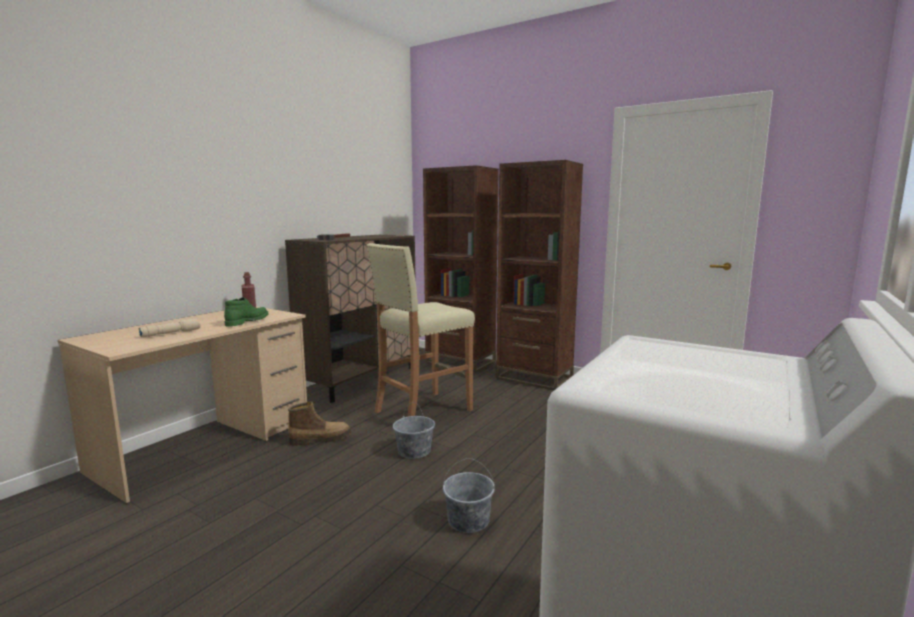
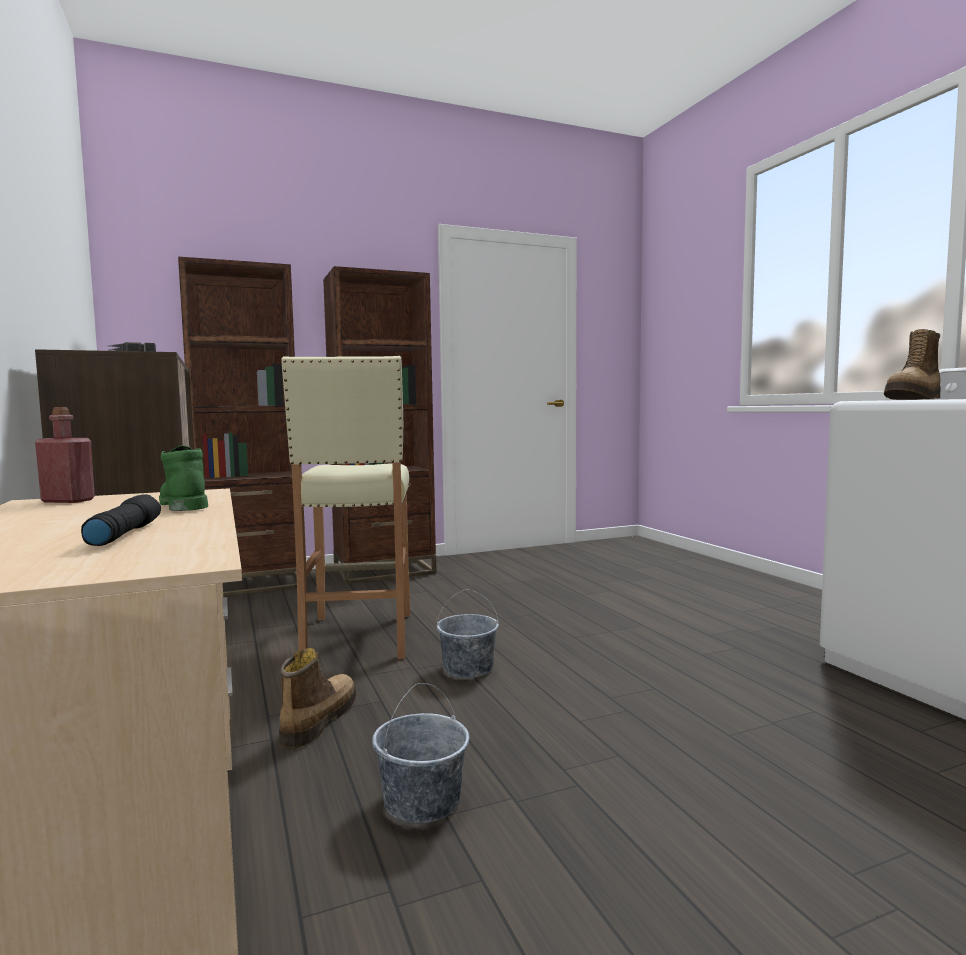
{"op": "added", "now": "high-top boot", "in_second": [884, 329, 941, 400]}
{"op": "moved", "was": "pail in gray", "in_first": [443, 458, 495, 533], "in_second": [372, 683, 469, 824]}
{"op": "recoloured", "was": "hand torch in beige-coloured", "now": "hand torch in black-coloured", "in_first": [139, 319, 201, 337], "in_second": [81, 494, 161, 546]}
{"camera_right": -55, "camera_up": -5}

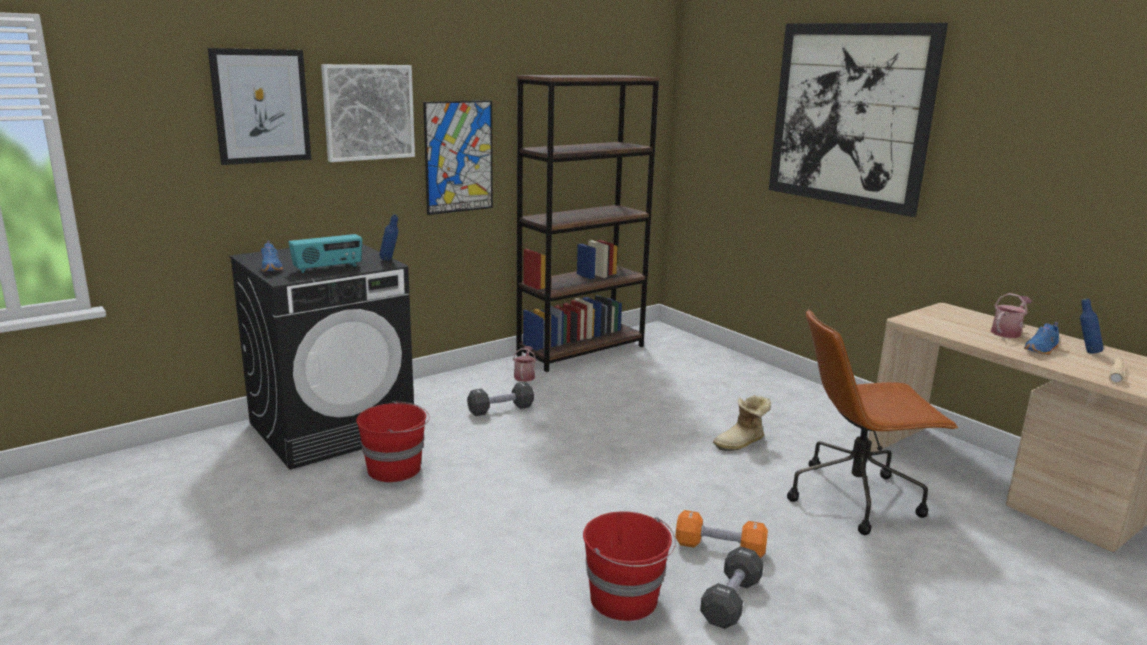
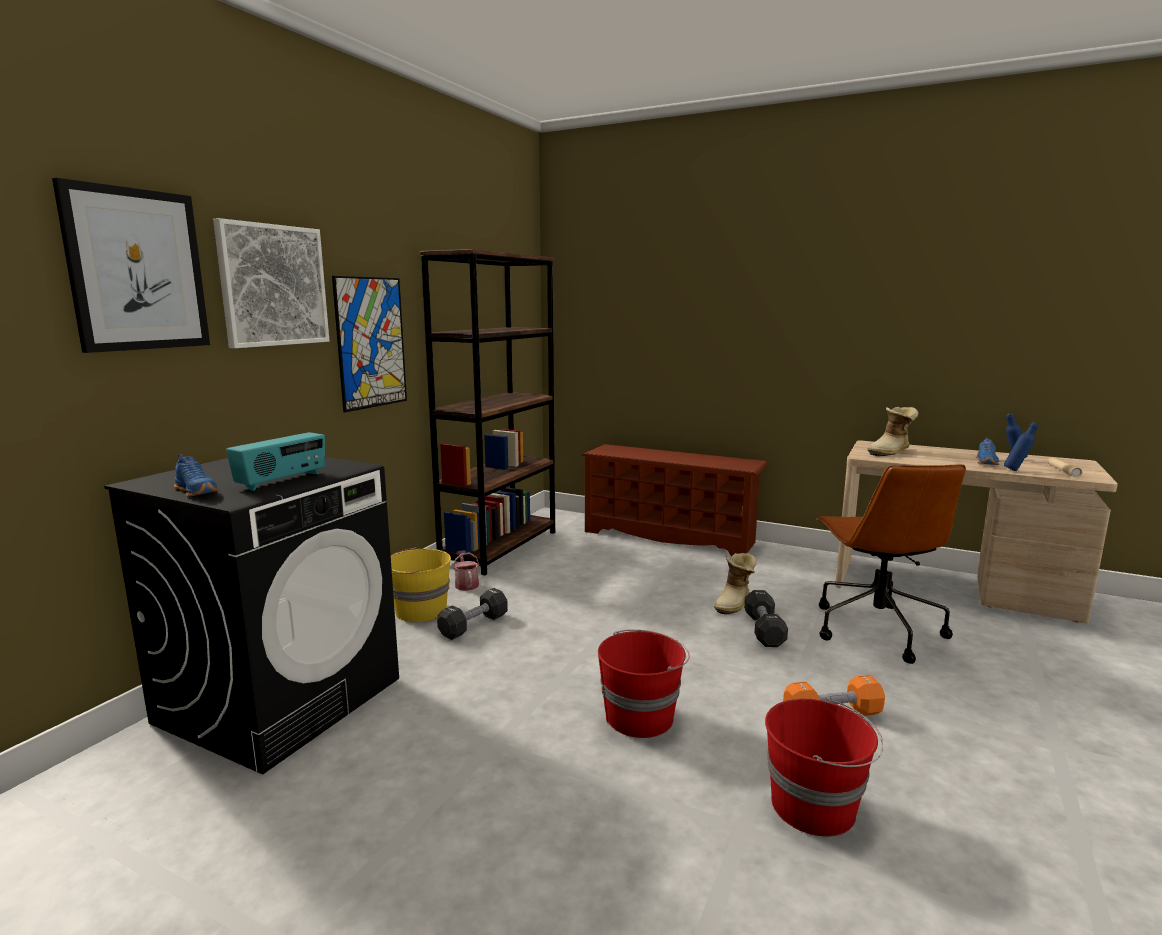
{"op": "removed", "was": "wall picture", "in_first": [769, 23, 948, 217]}
{"op": "removed", "was": "watering pot", "in_first": [991, 293, 1032, 338]}
{"op": "added", "now": "pail in yellowish", "in_second": [391, 547, 451, 622]}
{"op": "added", "now": "shoe stand in brownish", "in_second": [581, 444, 768, 556]}
{"op": "added", "now": "high-top boot", "in_second": [868, 407, 919, 456]}
{"op": "moved", "was": "pail in reddish", "in_first": [356, 401, 429, 482], "in_second": [598, 629, 690, 738]}
{"op": "moved", "was": "bottle in blue-coloured", "in_first": [379, 214, 398, 261], "in_second": [1004, 422, 1039, 471]}
{"op": "moved", "was": "hand weight in black-coloured", "in_first": [700, 546, 764, 629], "in_second": [744, 590, 788, 647]}
{"op": "turned", "was": "computer chair in brownish", "in_first": [787, 309, 959, 535], "in_second": [816, 464, 966, 664], "clockwise": -60}
{"camera_right": -25, "camera_up": -5}

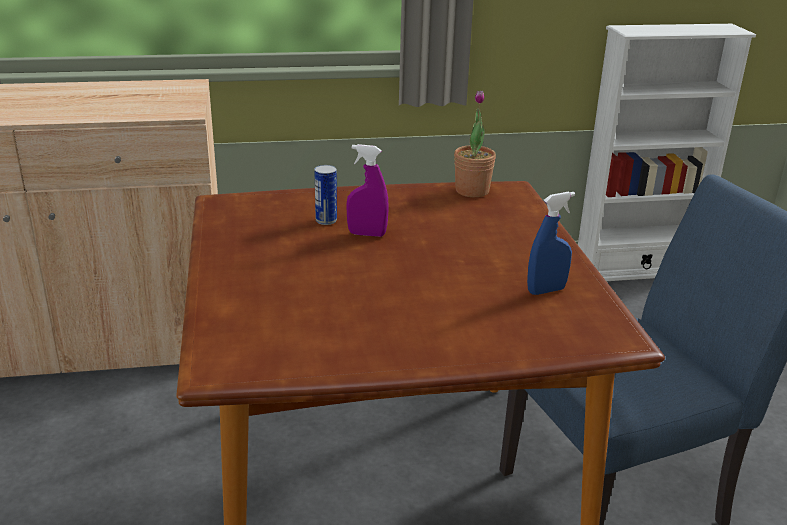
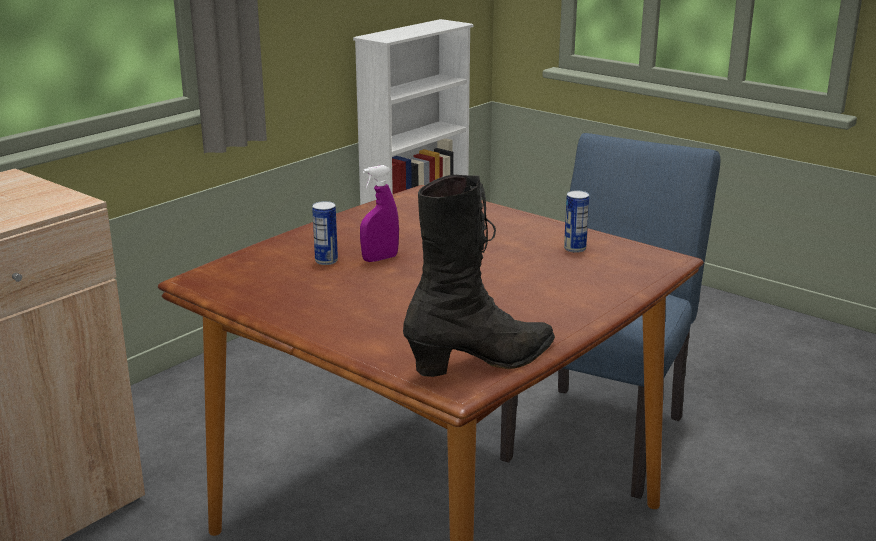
{"op": "removed", "was": "houseplant", "in_first": [454, 90, 496, 197]}
{"op": "added", "now": "high-top boot in black-coloured", "in_second": [403, 175, 555, 377]}
{"op": "replaced", "was": "sprayer in blue-coloured", "now": "sealed can", "in_first": [527, 192, 575, 295], "in_second": [564, 191, 589, 253]}
{"camera_right": -40, "camera_up": -5}

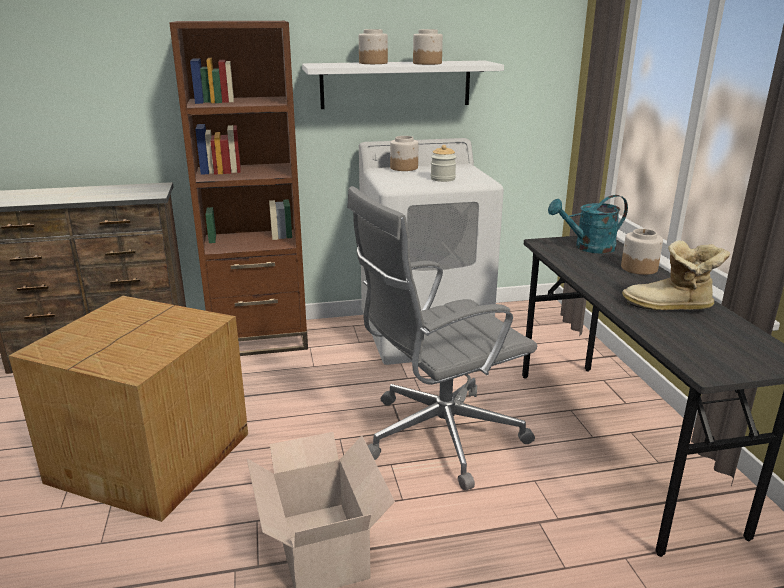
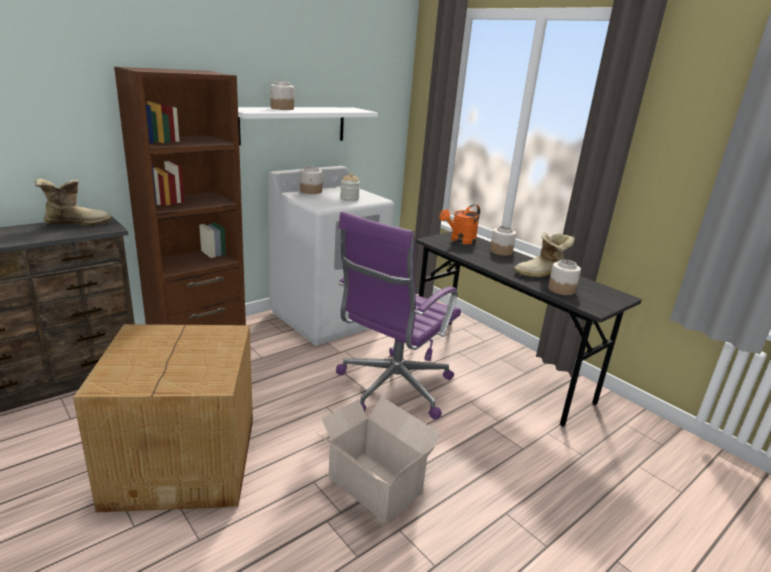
{"op": "added", "now": "high-top boot", "in_second": [34, 179, 112, 226]}
{"op": "moved", "was": "preserve jar", "in_first": [413, 29, 443, 65], "in_second": [548, 260, 581, 295]}
{"op": "recoloured", "was": "computer chair in gray", "now": "computer chair in purple", "in_first": [347, 186, 537, 491], "in_second": [336, 211, 461, 419]}
{"op": "recoloured", "was": "watering pot in turquoise", "now": "watering pot in orange-coloured", "in_first": [548, 195, 628, 254], "in_second": [440, 204, 480, 244]}
{"camera_right": -30, "camera_up": 0}

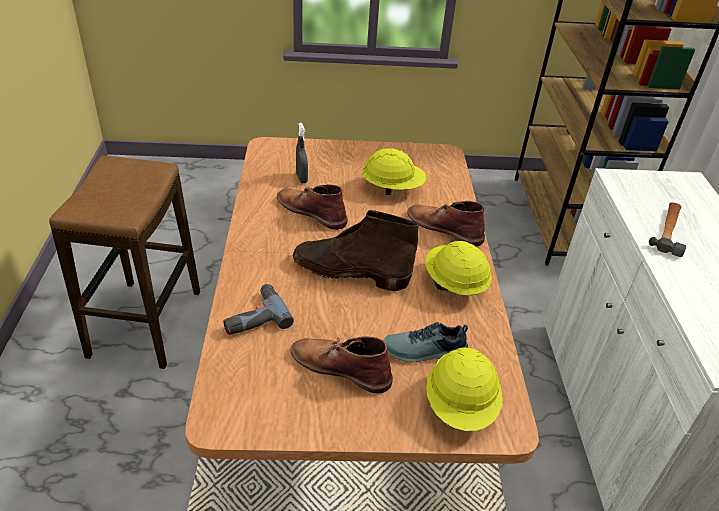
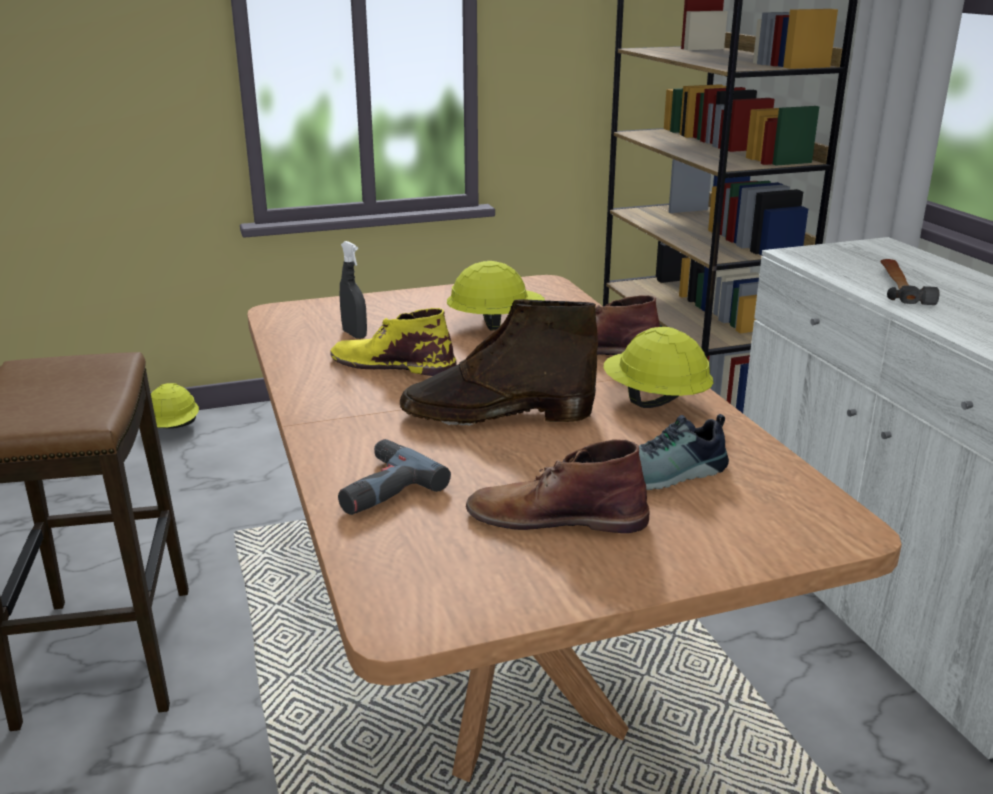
{"op": "moved", "was": "hard hat in yellowish", "in_first": [426, 348, 503, 431], "in_second": [151, 383, 199, 428]}
{"op": "recoloured", "was": "high-top boot in brownish", "now": "high-top boot in yellowish", "in_first": [277, 184, 347, 230], "in_second": [330, 308, 457, 376]}
{"camera_right": -15, "camera_up": -15}

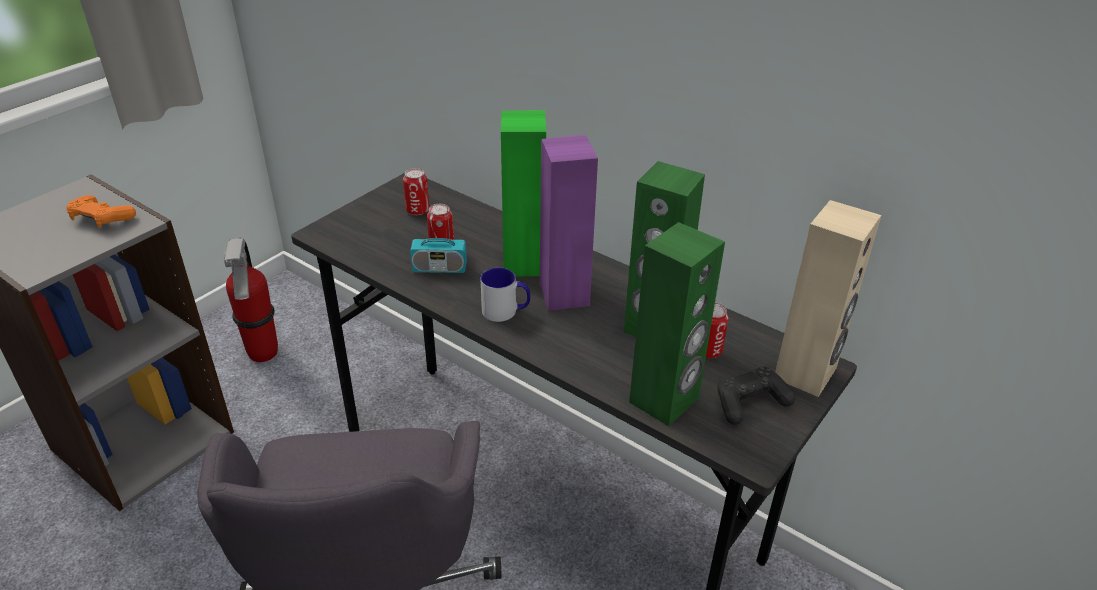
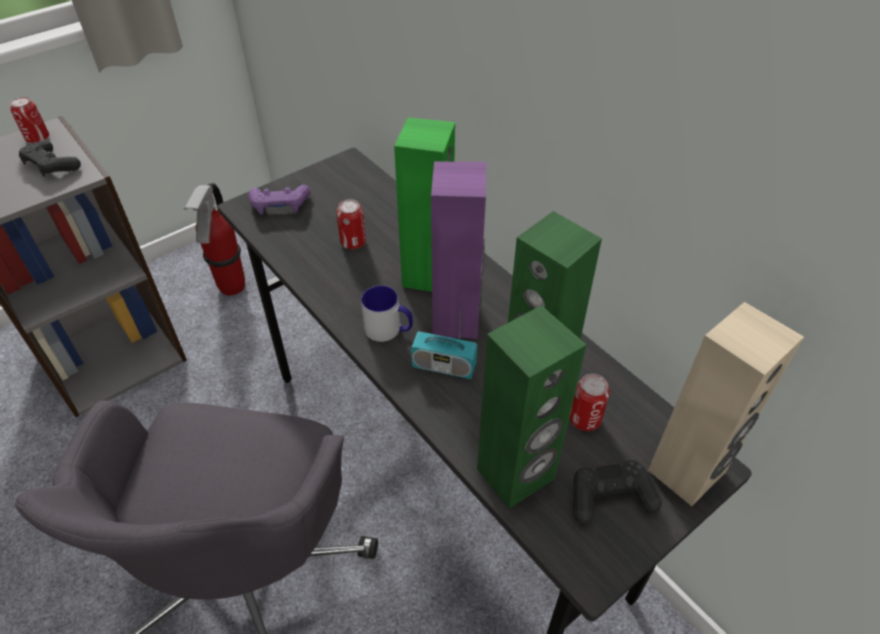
{"op": "added", "now": "joypad in purple", "in_second": [248, 185, 311, 215]}
{"op": "moved", "was": "sealed can", "in_first": [403, 168, 430, 215], "in_second": [10, 96, 49, 143]}
{"op": "moved", "was": "radio set", "in_first": [410, 205, 467, 273], "in_second": [411, 296, 477, 379]}
{"op": "recoloured", "was": "joypad in orange-coloured", "now": "joypad in black-coloured", "in_first": [66, 195, 136, 228], "in_second": [19, 140, 81, 177]}
{"camera_right": 15, "camera_up": 10}

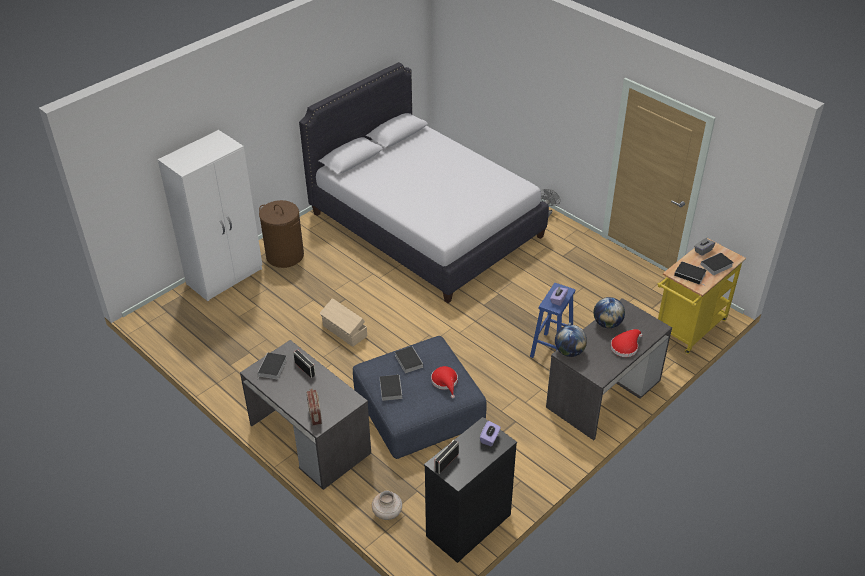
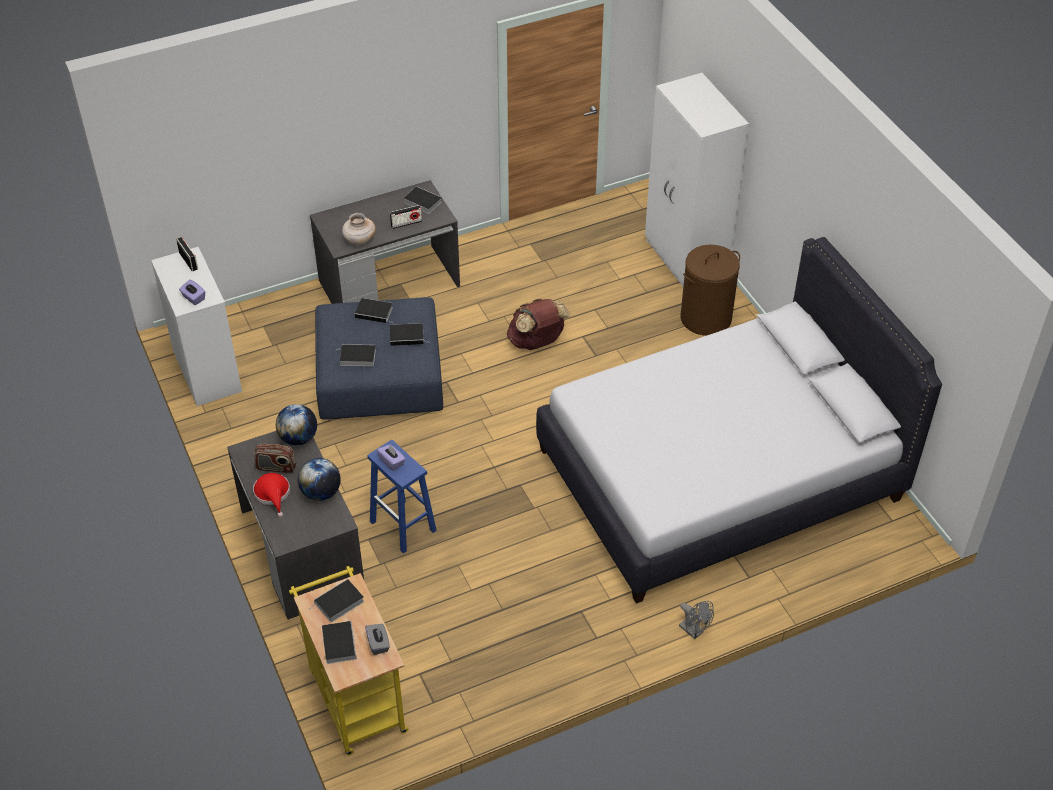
{"op": "moved", "was": "radio set", "in_first": [306, 389, 322, 426], "in_second": [254, 444, 297, 474]}
{"op": "moved", "was": "decorative vase in beige-coloured", "in_first": [372, 491, 402, 520], "in_second": [342, 213, 376, 245]}
{"op": "replaced", "was": "storage bin in beige-coloured", "now": "rucksack in brownish", "in_first": [319, 298, 367, 347], "in_second": [507, 298, 570, 350]}
{"op": "replaced", "was": "hat in reddish", "now": "bound book", "in_first": [431, 366, 458, 399], "in_second": [336, 344, 376, 366]}
{"op": "recoloured", "was": "dresser in black-coloured", "now": "dresser in whitish", "in_first": [424, 417, 517, 563], "in_second": [151, 247, 242, 406]}
{"camera_right": 110, "camera_up": 5}

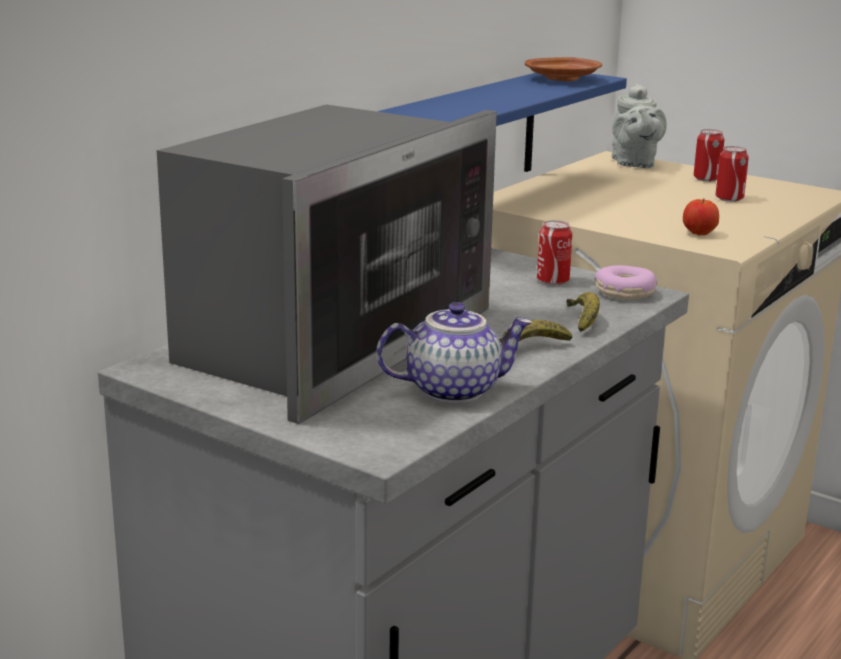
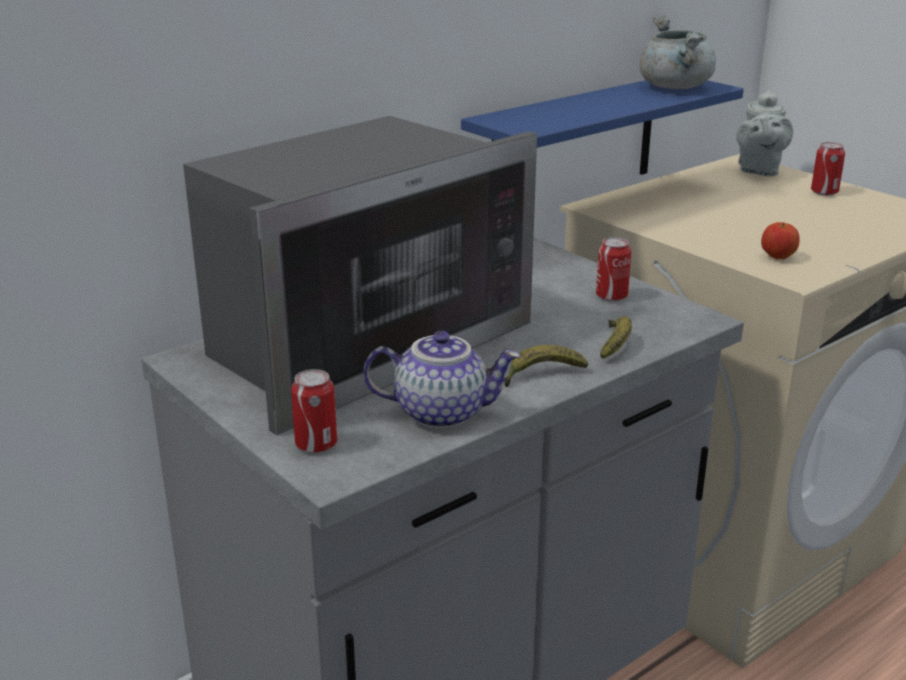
{"op": "removed", "was": "donut", "in_first": [594, 265, 658, 300]}
{"op": "moved", "was": "sealed can", "in_first": [715, 146, 749, 202], "in_second": [291, 369, 337, 453]}
{"op": "replaced", "was": "plate in brownish", "now": "cooking pot in gray", "in_first": [525, 57, 602, 81], "in_second": [639, 15, 716, 89]}
{"camera_right": 15, "camera_up": 5}

